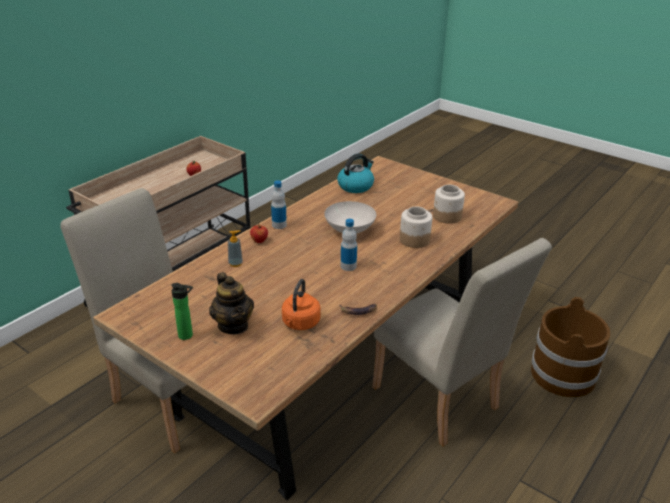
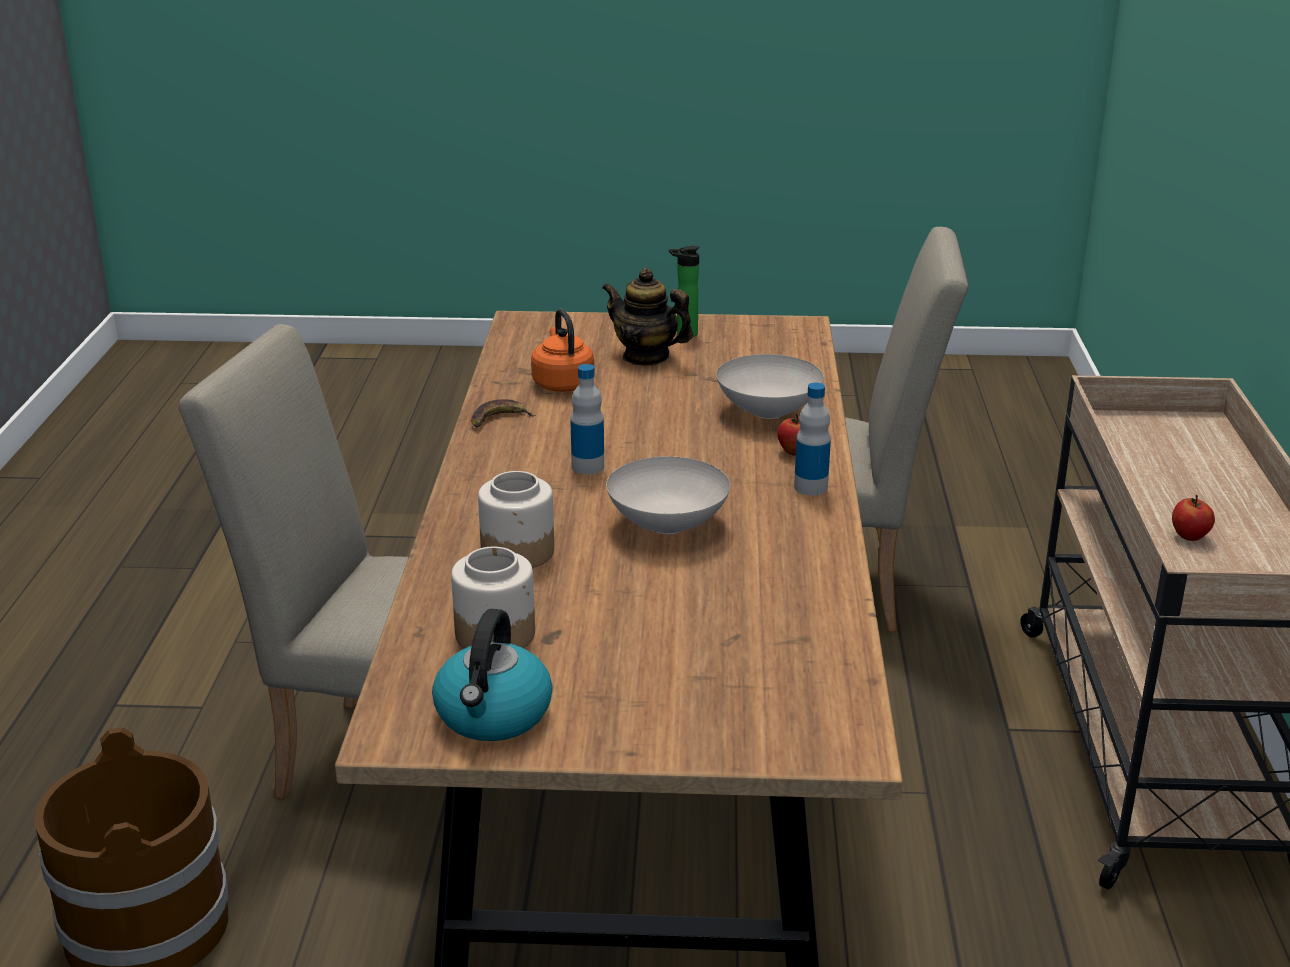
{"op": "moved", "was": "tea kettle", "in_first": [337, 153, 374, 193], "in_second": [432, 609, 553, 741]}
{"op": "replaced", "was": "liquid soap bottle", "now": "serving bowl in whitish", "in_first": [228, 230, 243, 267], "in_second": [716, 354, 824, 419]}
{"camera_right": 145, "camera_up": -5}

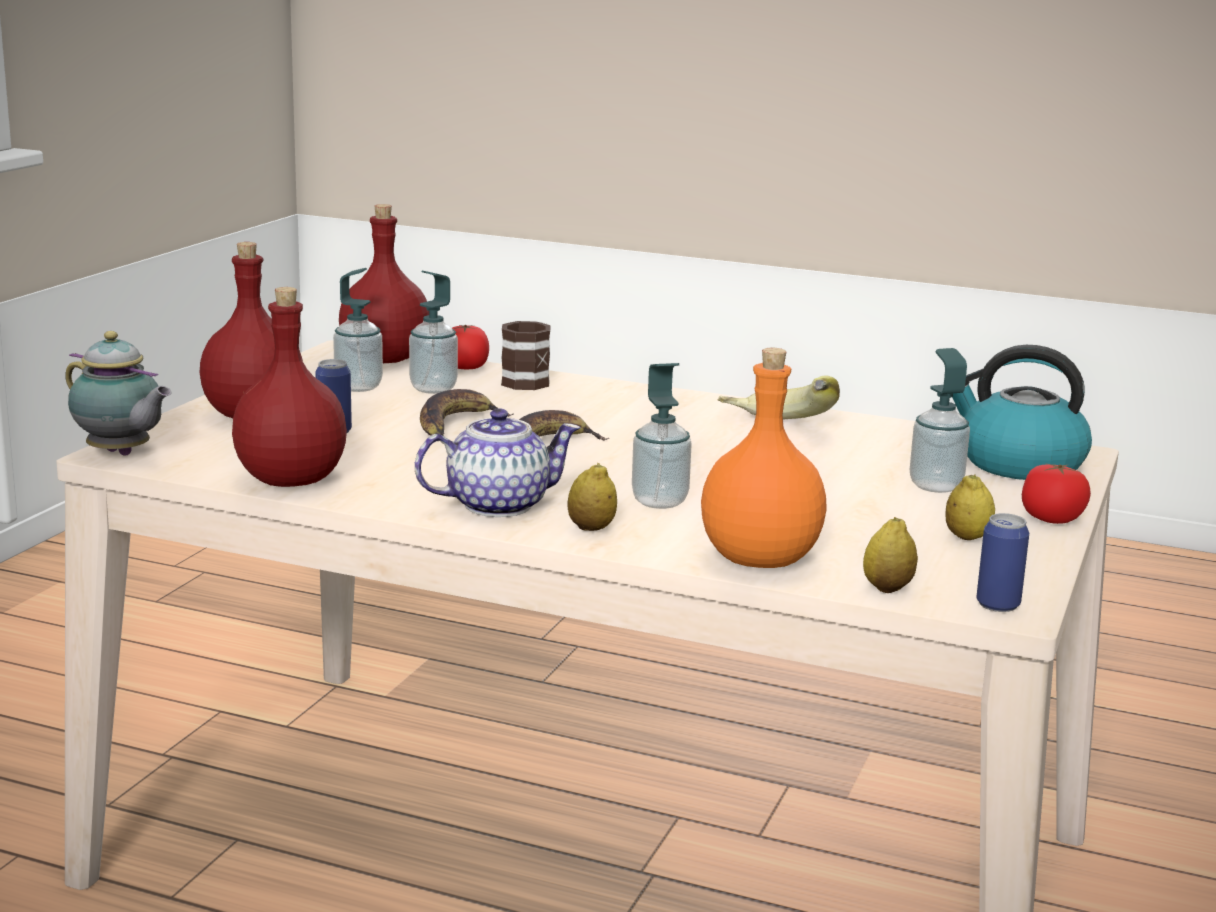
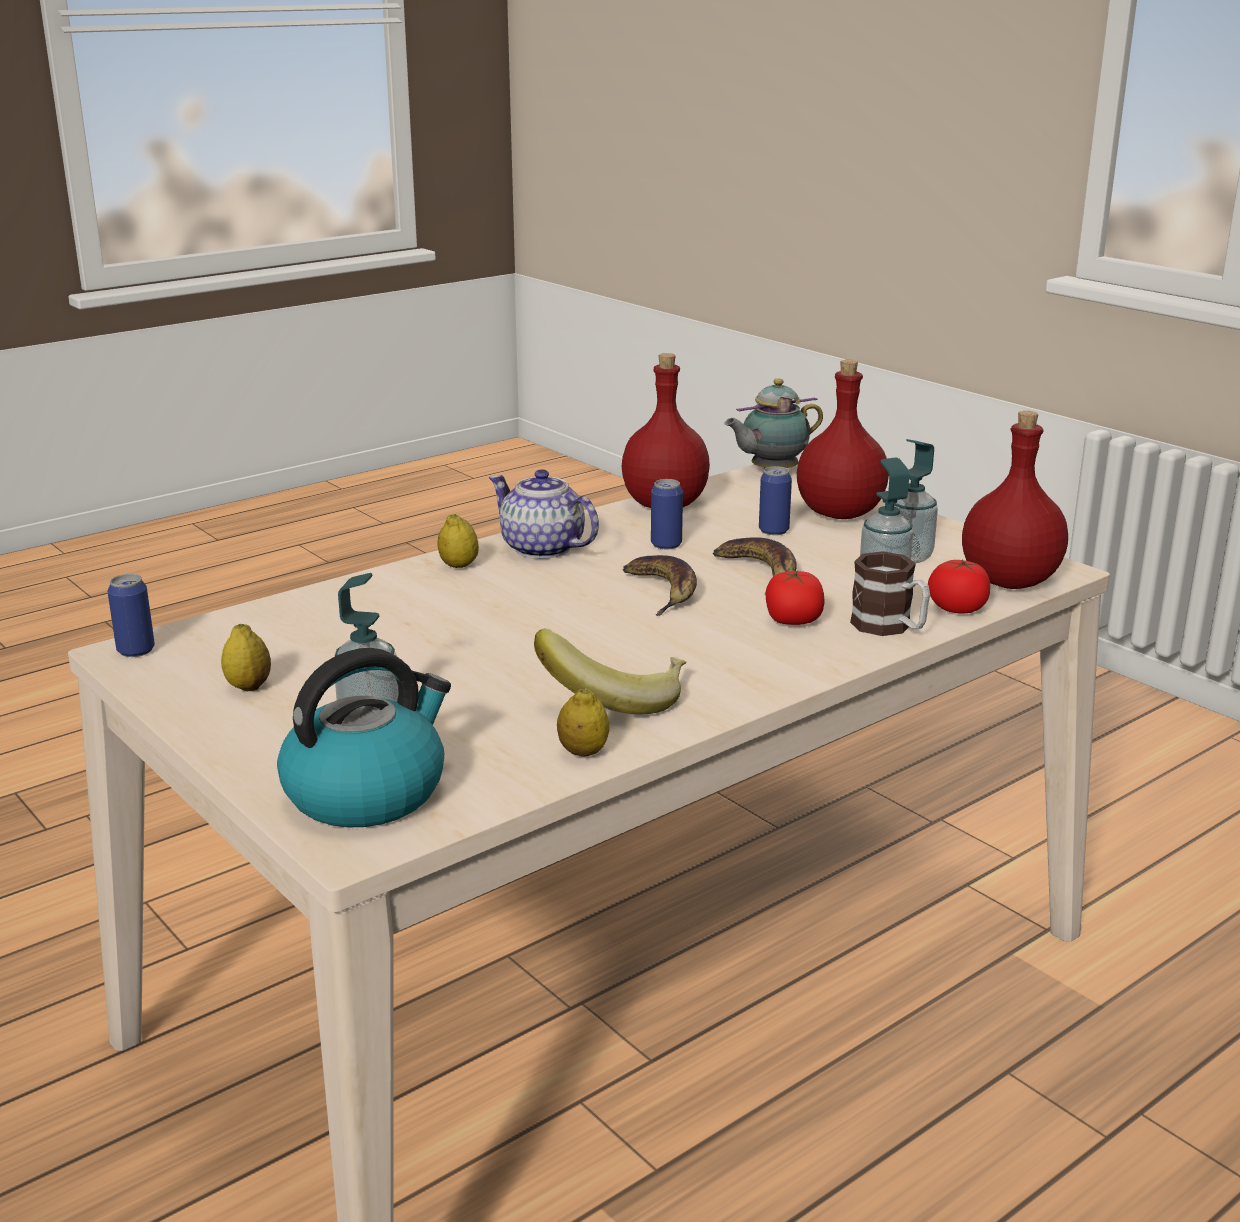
{"op": "removed", "was": "liquid soap bottle", "in_first": [632, 363, 692, 509]}
{"op": "removed", "was": "bottle in orange-coloured", "in_first": [701, 348, 827, 568]}
{"op": "added", "now": "sealed can", "in_second": [651, 479, 683, 549]}
{"op": "moved", "was": "citrus fruit", "in_first": [863, 517, 918, 593], "in_second": [557, 688, 610, 757]}
{"op": "moved", "was": "tomato", "in_first": [1022, 464, 1091, 524], "in_second": [765, 571, 824, 625]}
{"op": "turned", "was": "tea pot", "in_first": [415, 408, 581, 517], "in_second": [488, 469, 599, 559], "clockwise": 120}
{"camera_right": 120, "camera_up": 5}

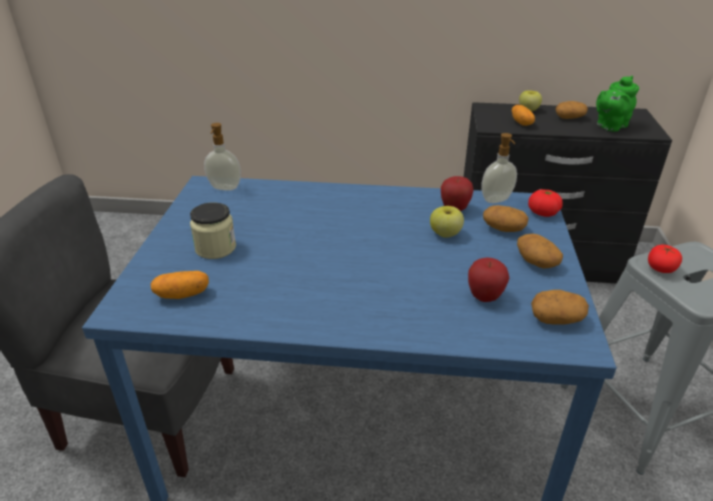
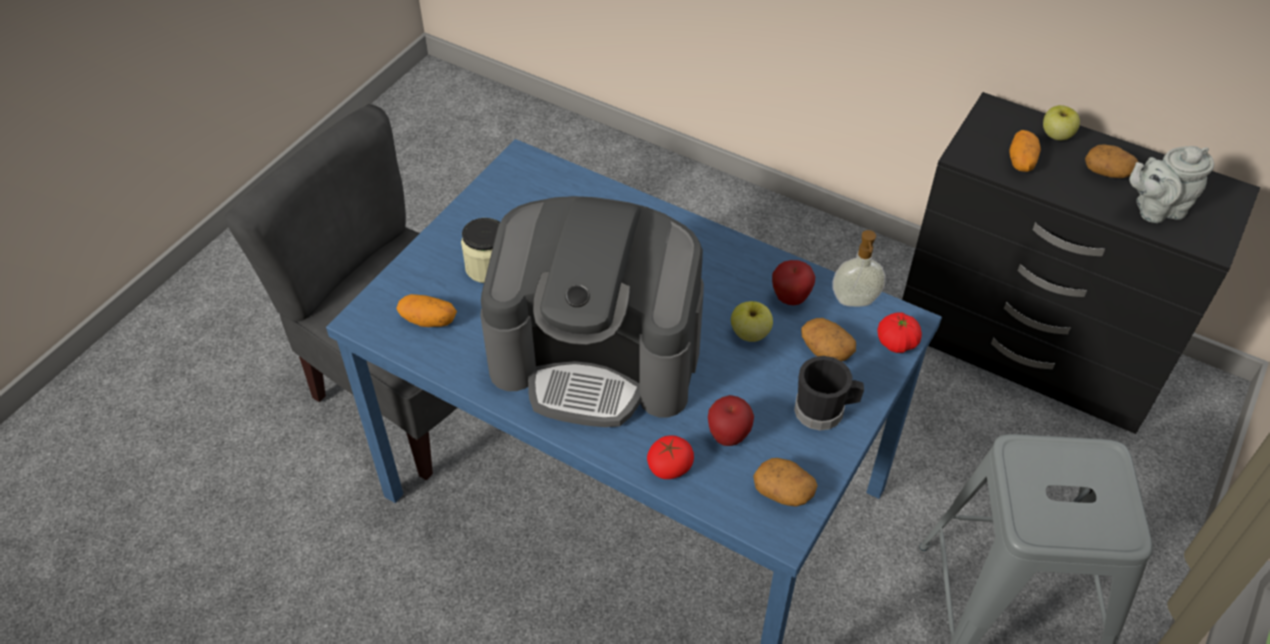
{"op": "removed", "was": "liquid soap bottle", "in_first": [204, 123, 241, 191]}
{"op": "added", "now": "coffee machine", "in_second": [480, 196, 704, 427]}
{"op": "moved", "was": "tomato", "in_first": [648, 245, 682, 273], "in_second": [647, 435, 694, 479]}
{"op": "replaced", "was": "potato", "now": "tea mug in black-coloured", "in_first": [517, 234, 563, 269], "in_second": [794, 356, 864, 431]}
{"op": "recoloured", "was": "tea pot in green-coloured", "now": "tea pot in gray", "in_first": [596, 76, 639, 132], "in_second": [1129, 146, 1214, 223]}
{"camera_right": 25, "camera_up": 15}

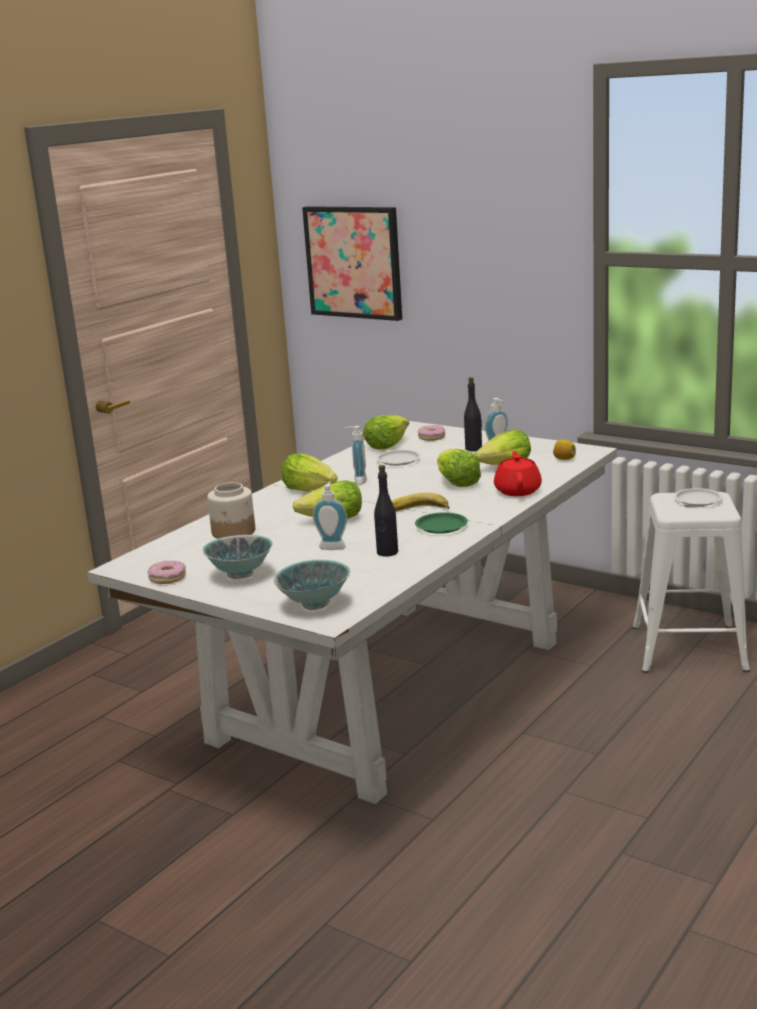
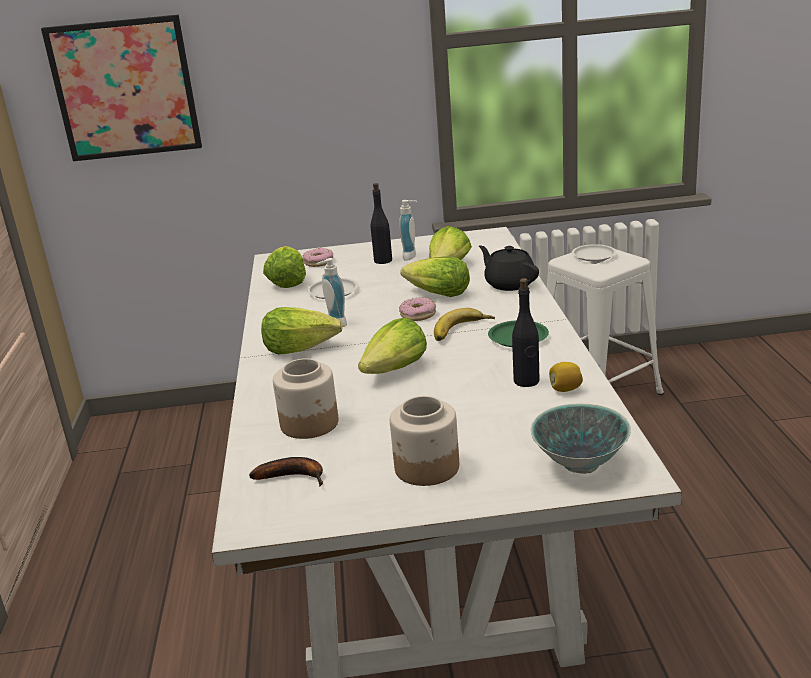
{"op": "removed", "was": "liquid soap bottle", "in_first": [313, 481, 347, 550]}
{"op": "added", "now": "banana fruit", "in_second": [249, 457, 323, 486]}
{"op": "moved", "was": "donut", "in_first": [148, 561, 186, 584], "in_second": [399, 297, 436, 321]}
{"op": "moved", "was": "citrus fruit", "in_first": [553, 439, 576, 460], "in_second": [549, 362, 583, 392]}
{"op": "replaced", "was": "serving bowl", "now": "preserve jar", "in_first": [202, 535, 273, 579], "in_second": [390, 396, 459, 486]}
{"op": "recoloured", "was": "tea pot in reddish", "now": "tea pot in black-coloured", "in_first": [494, 451, 542, 496], "in_second": [479, 245, 539, 291]}
{"camera_right": -40, "camera_up": 5}

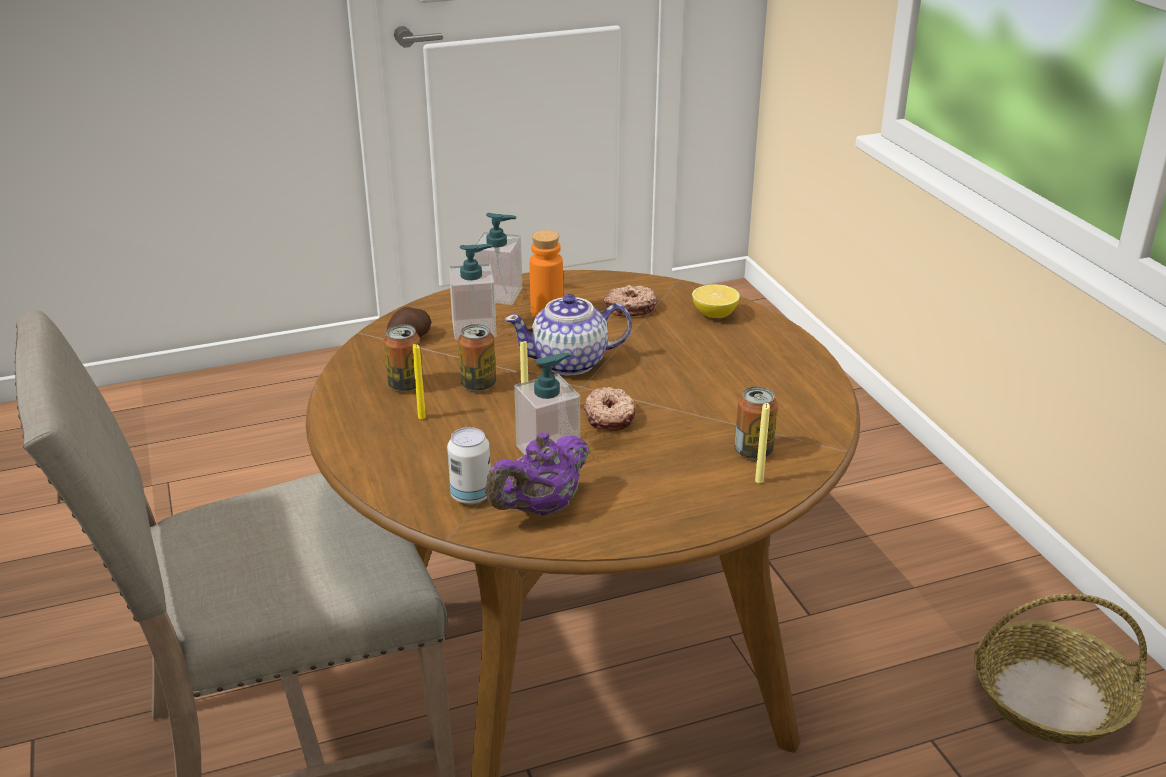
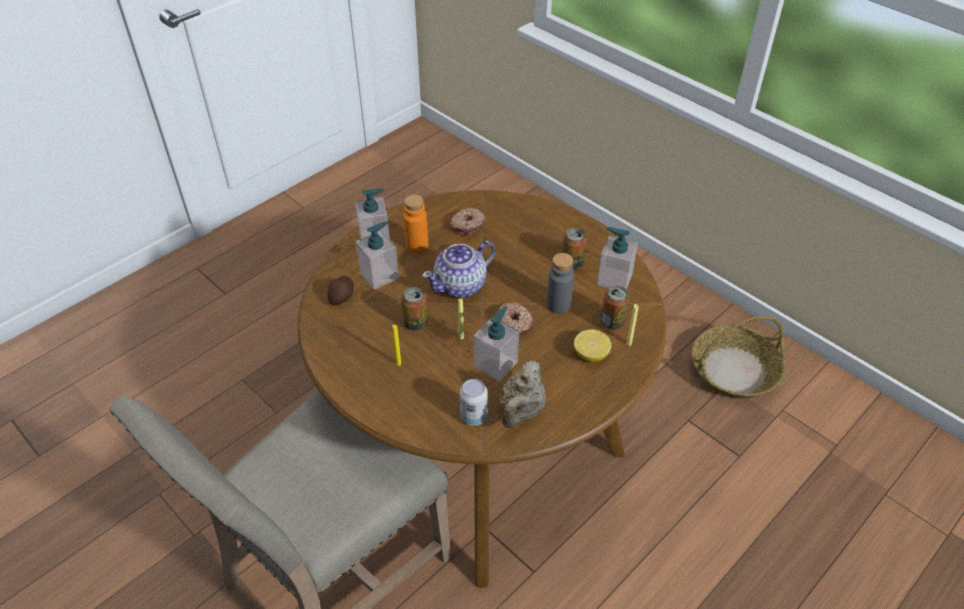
{"op": "added", "now": "bottle in gray", "in_second": [547, 253, 574, 314]}
{"op": "added", "now": "liquid soap bottle", "in_second": [597, 227, 638, 290]}
{"op": "moved", "was": "sealed can", "in_first": [383, 325, 423, 392], "in_second": [562, 228, 587, 270]}
{"op": "moved", "was": "citrus fruit", "in_first": [692, 284, 740, 318], "in_second": [574, 329, 611, 362]}
{"op": "recoloured", "was": "tea pot in purple", "now": "tea pot in beige-coloured", "in_first": [485, 432, 589, 516], "in_second": [499, 360, 546, 428]}
{"camera_right": -25, "camera_up": 15}

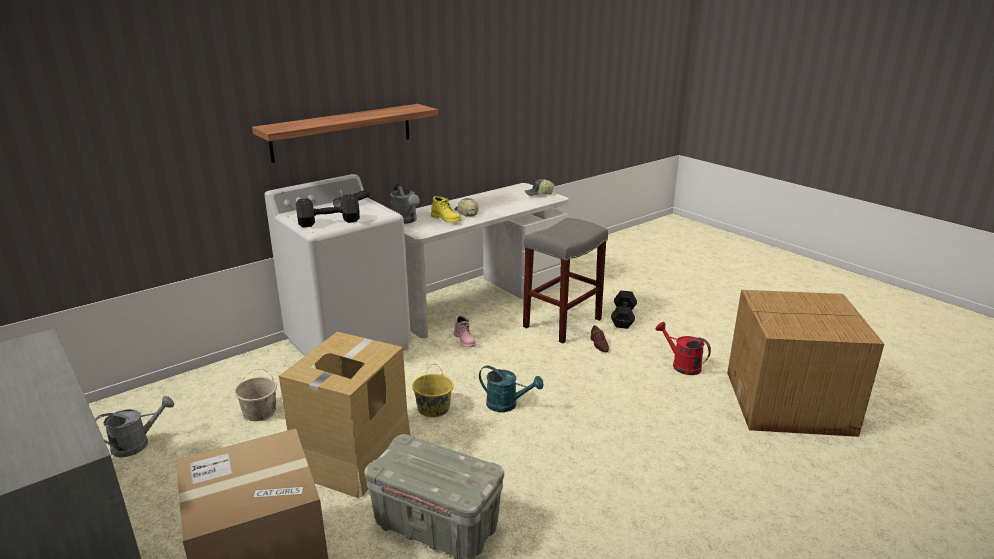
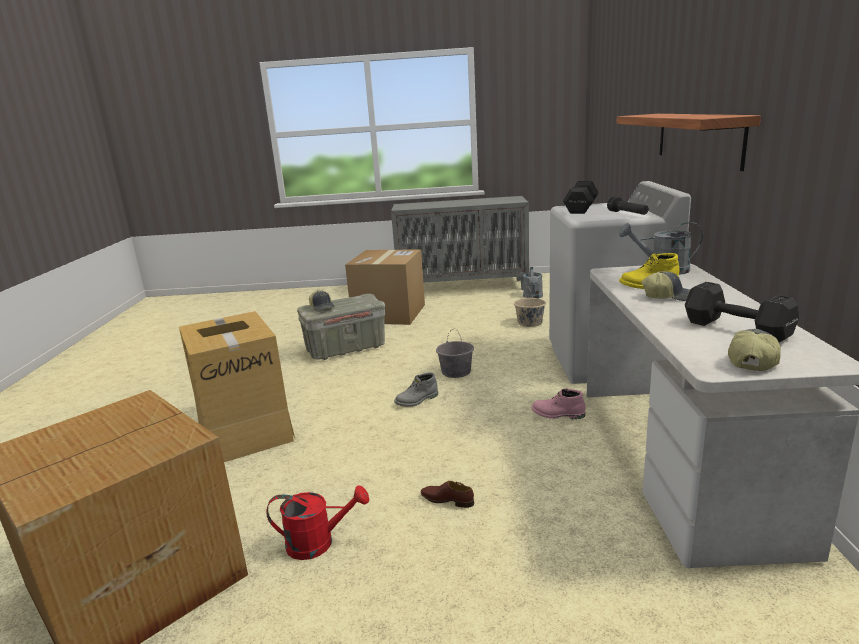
{"op": "removed", "was": "sitting stool in gray", "in_first": [523, 218, 608, 343]}
{"op": "added", "now": "cap", "in_second": [309, 290, 335, 312]}
{"op": "moved", "was": "carton", "in_first": [279, 332, 410, 498], "in_second": [179, 311, 295, 462]}
{"op": "moved", "was": "hand weight in black-coloured", "in_first": [611, 290, 637, 329], "in_second": [685, 282, 799, 342]}
{"op": "replaced", "was": "watering pot in turquoise", "now": "high-top boot in gray", "in_first": [479, 366, 544, 412], "in_second": [394, 372, 438, 407]}
{"op": "recoloured", "was": "pail in yellowish", "now": "pail in gray", "in_first": [412, 364, 453, 417], "in_second": [436, 329, 474, 378]}
{"camera_right": 130, "camera_up": -5}

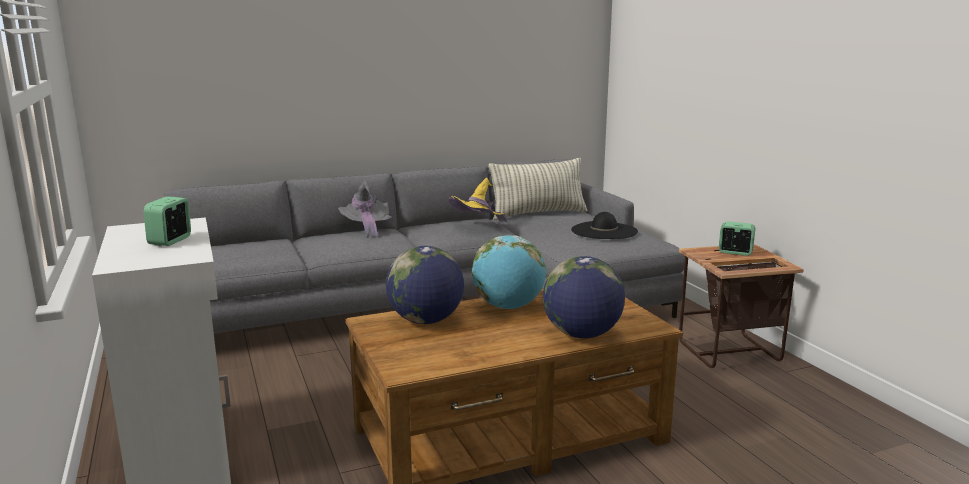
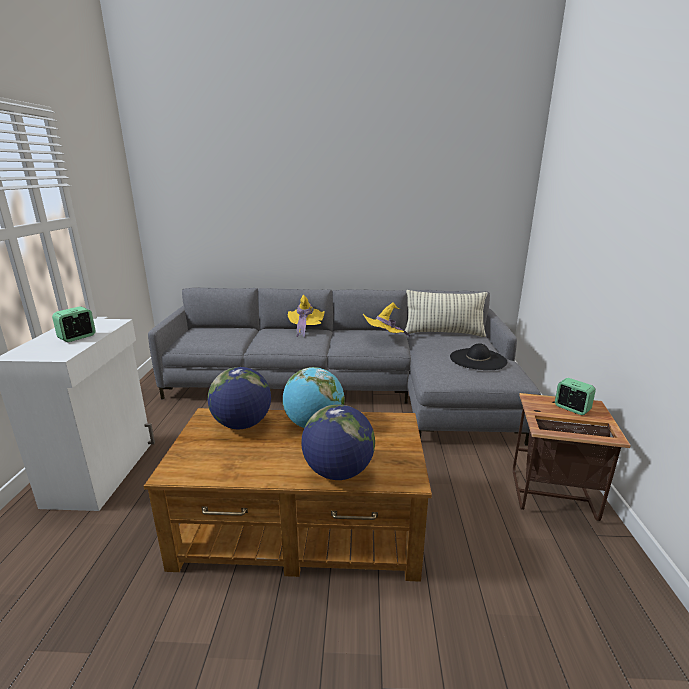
{"op": "recoloured", "was": "hat in gray", "now": "hat in yellowish", "in_first": [338, 180, 392, 238], "in_second": [288, 295, 325, 337]}
{"camera_right": 25, "camera_up": 5}

